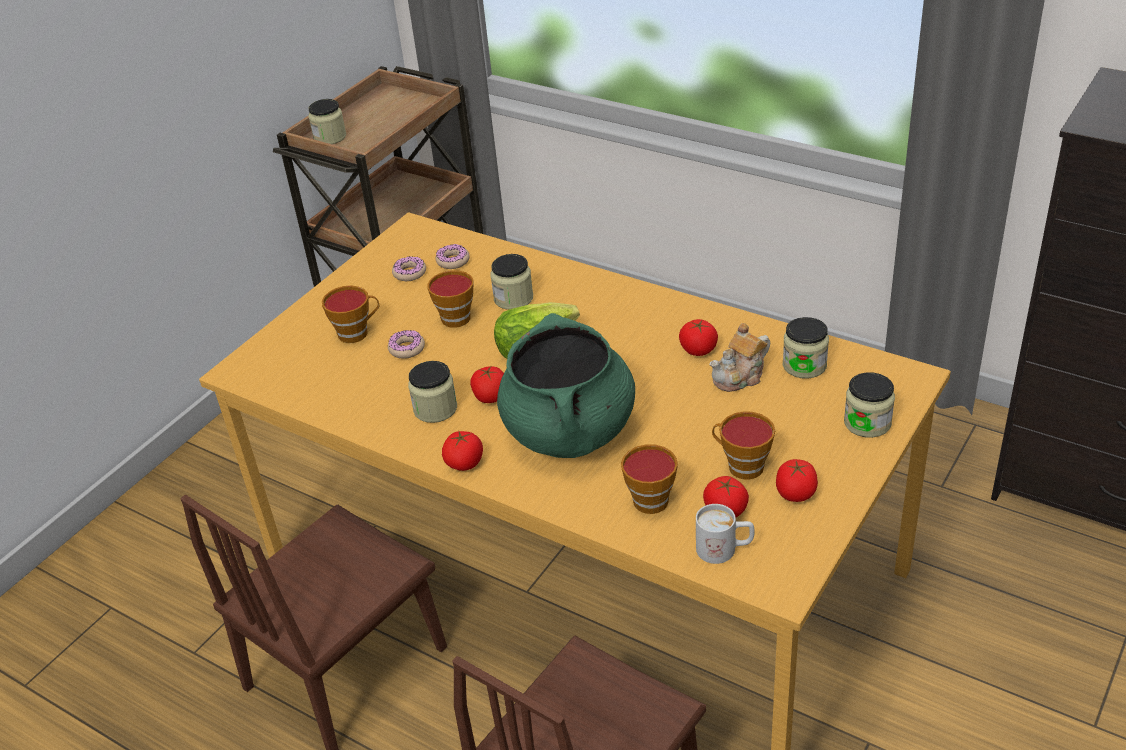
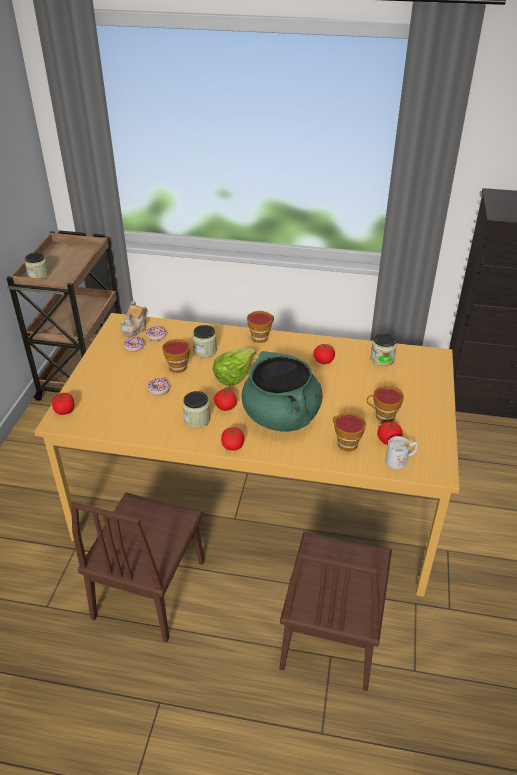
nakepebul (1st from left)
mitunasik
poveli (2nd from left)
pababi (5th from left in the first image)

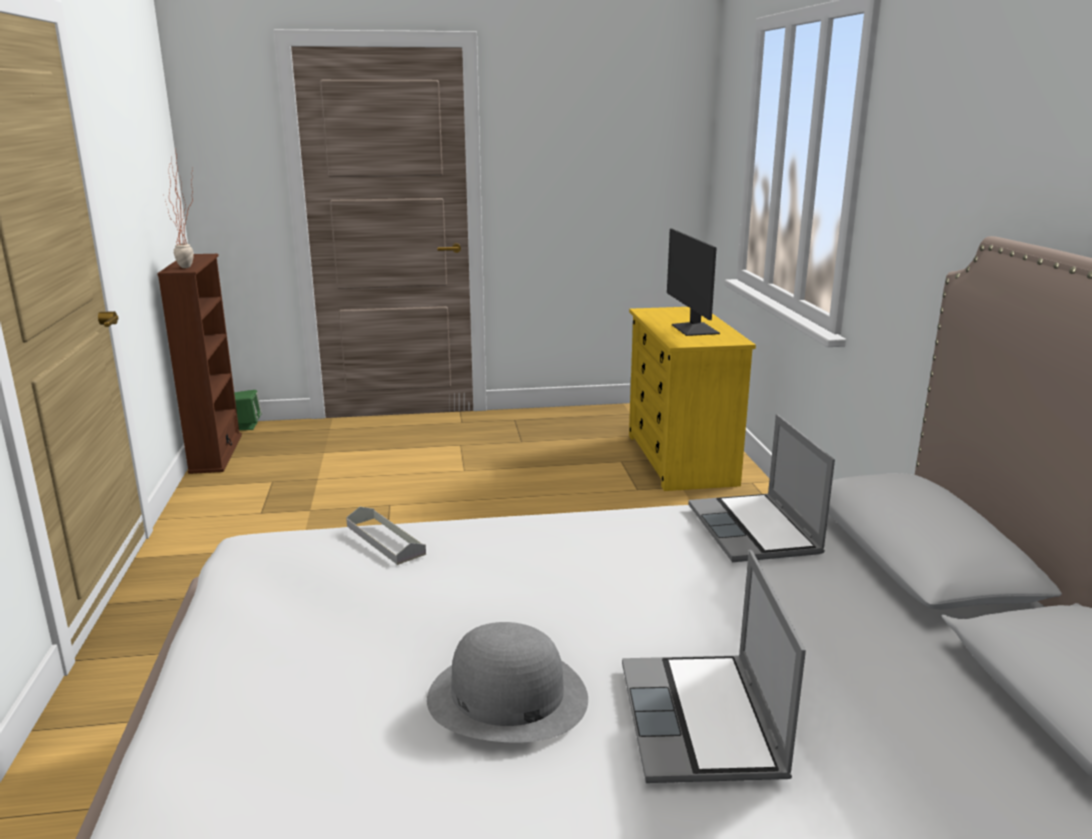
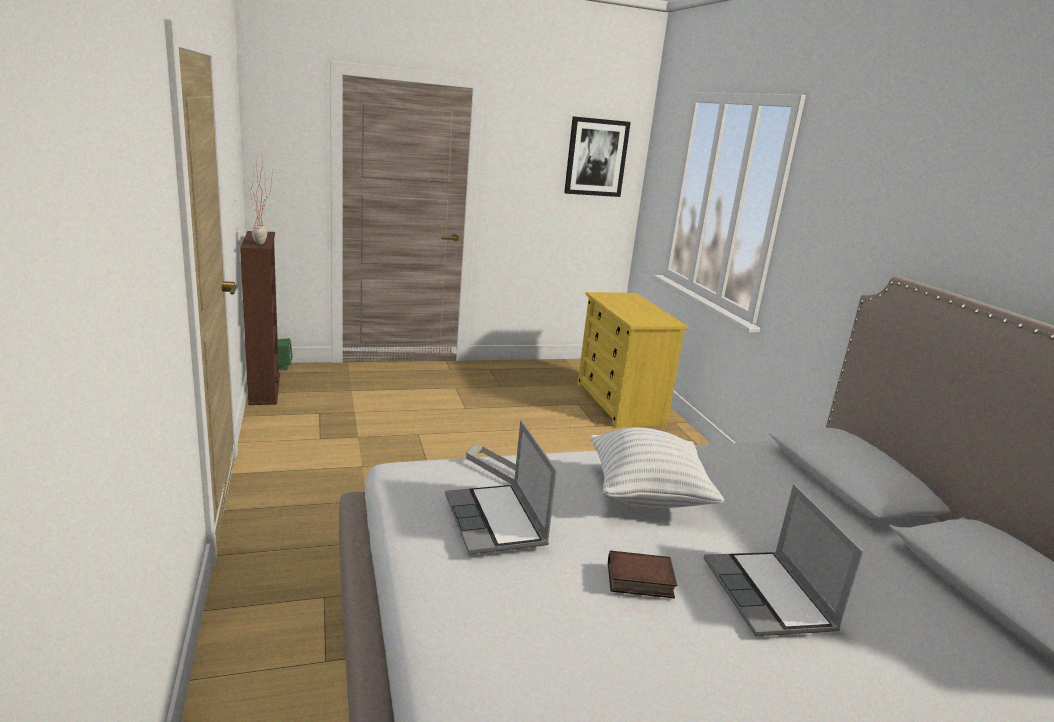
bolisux (1st from left)
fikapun
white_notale
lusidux
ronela

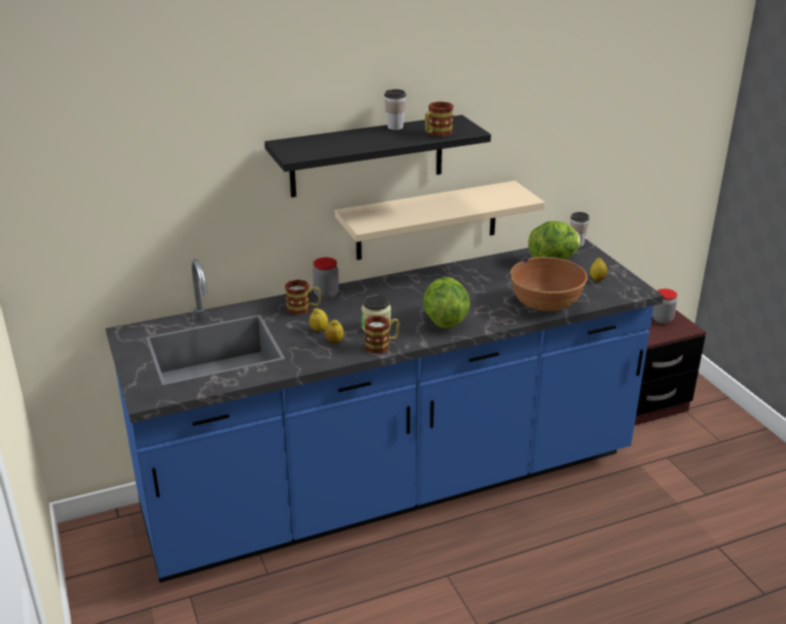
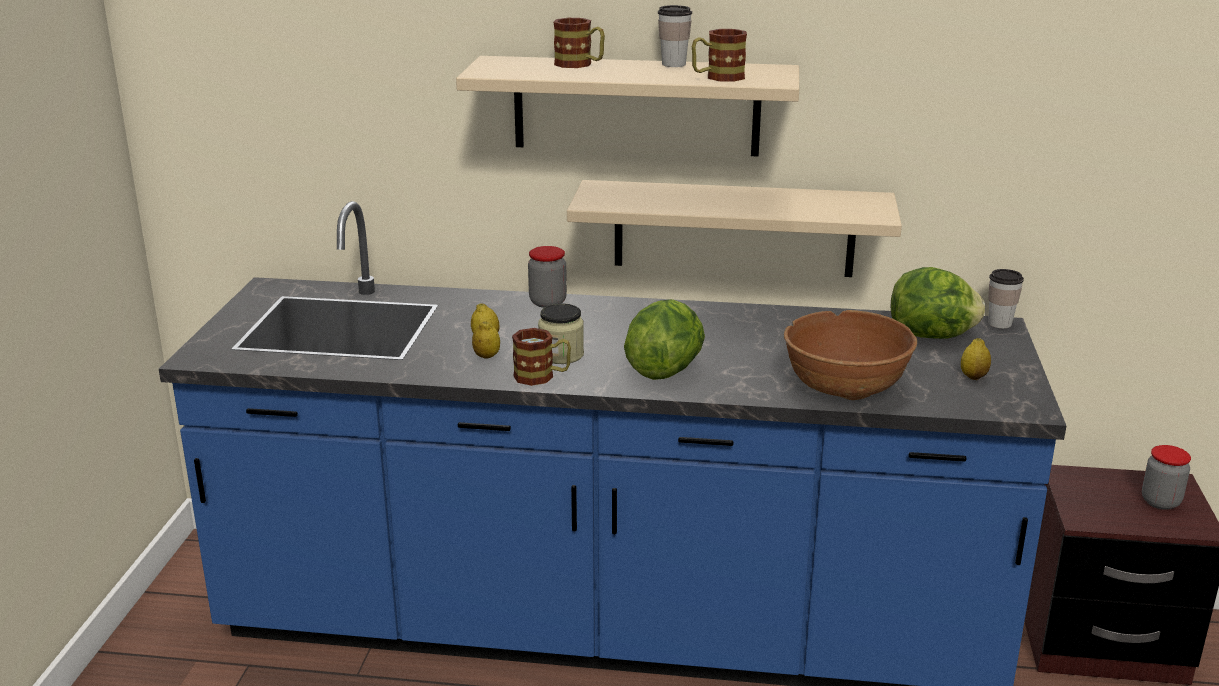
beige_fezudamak (1st from left)
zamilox (2nd from left)

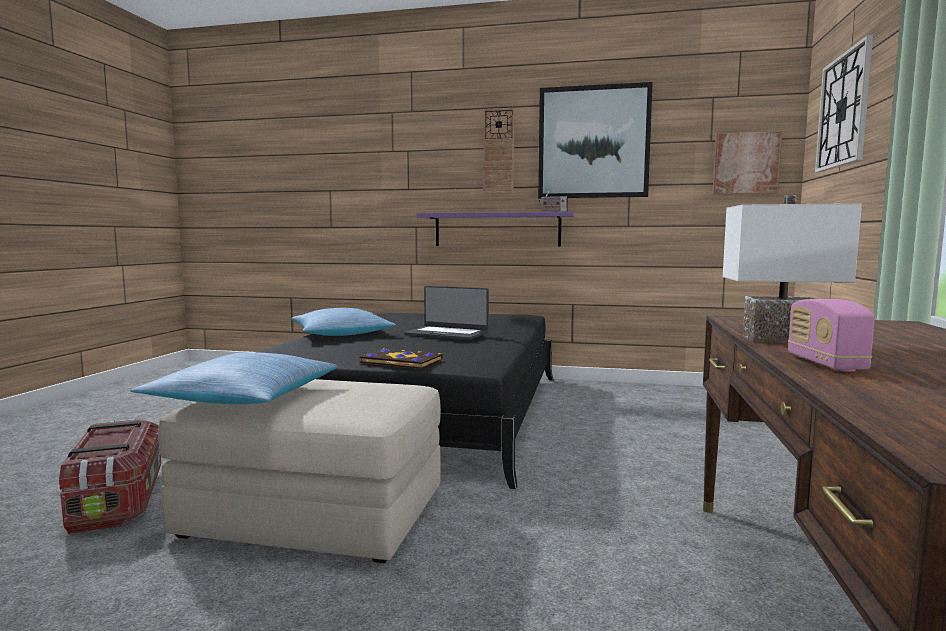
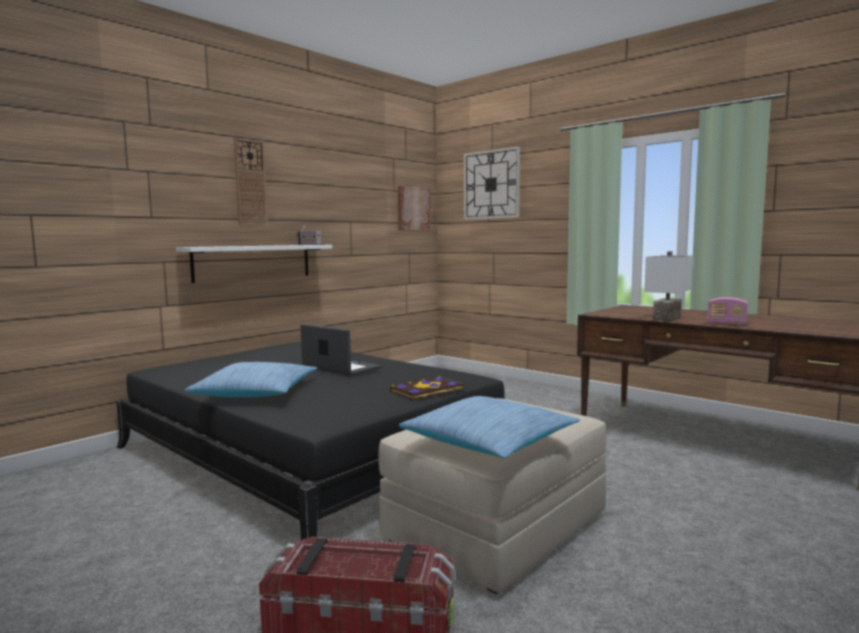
white_fezudamak
bolisux
fikapun (1st from left in the first image)

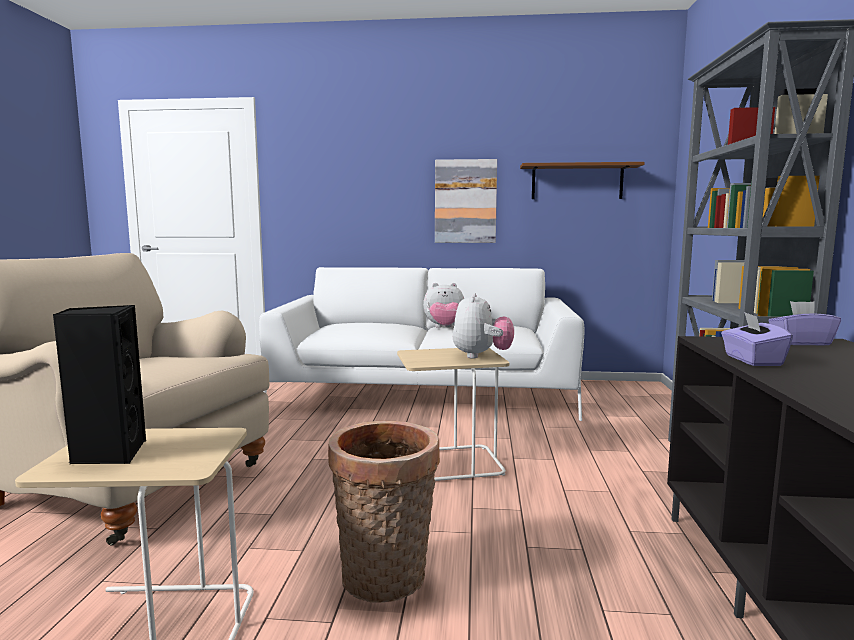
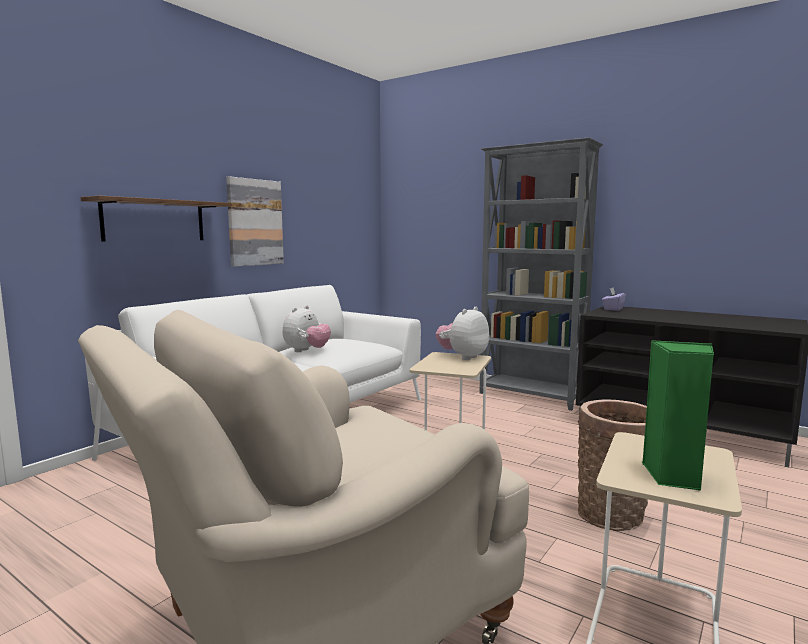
brown_fezudamak
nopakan (2nd from left)
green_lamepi
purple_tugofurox (1st from left in the first image)

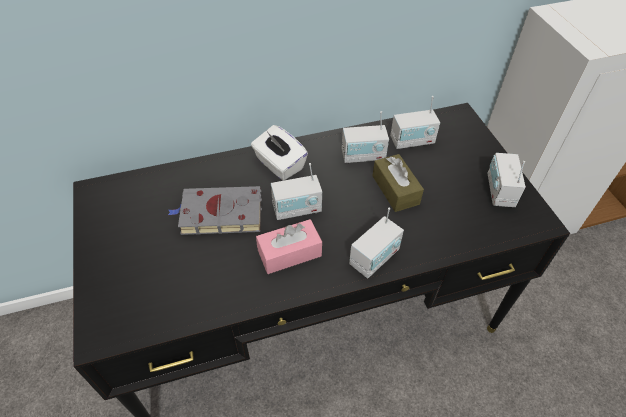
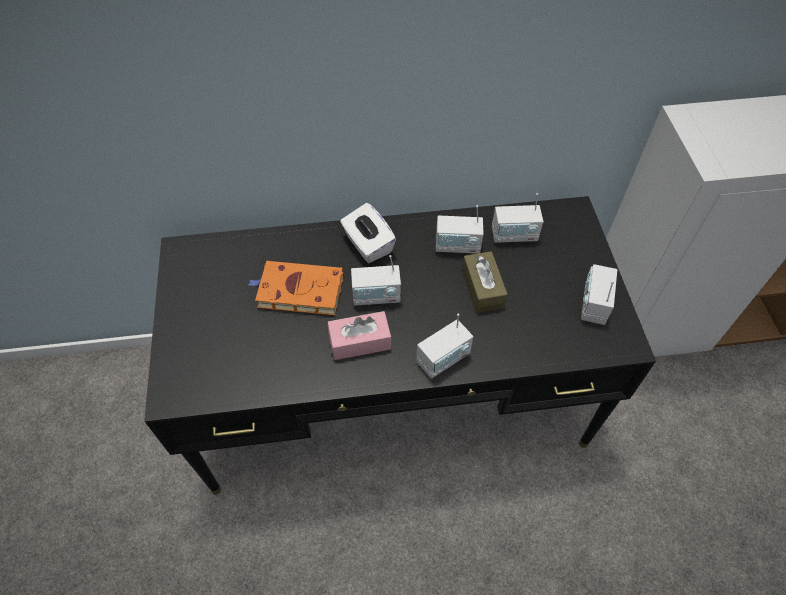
orange_lusidux

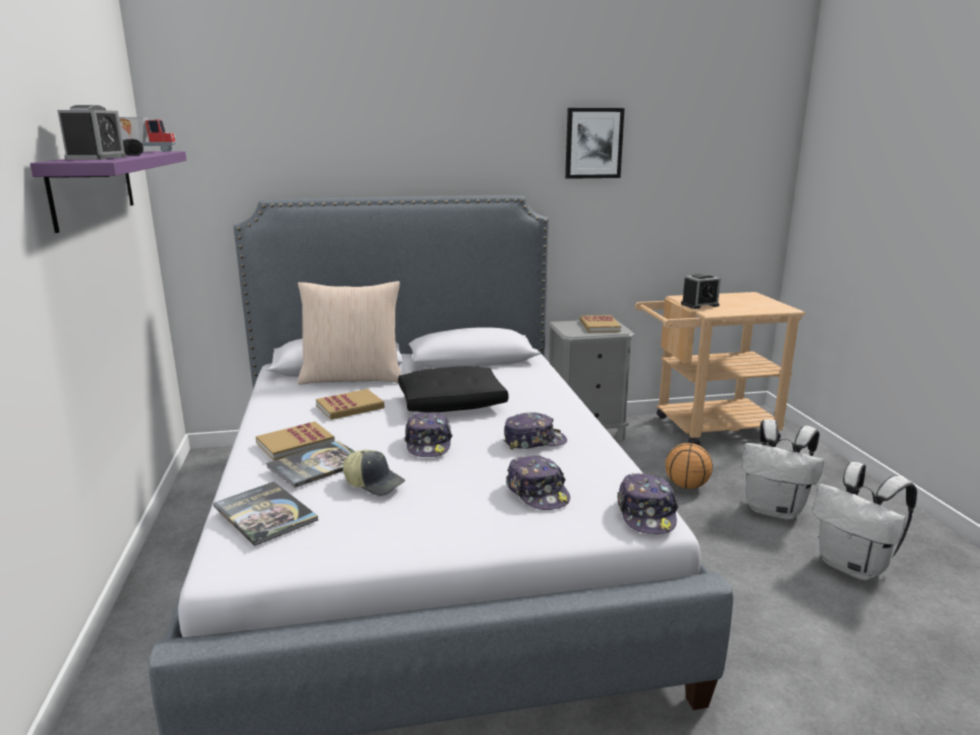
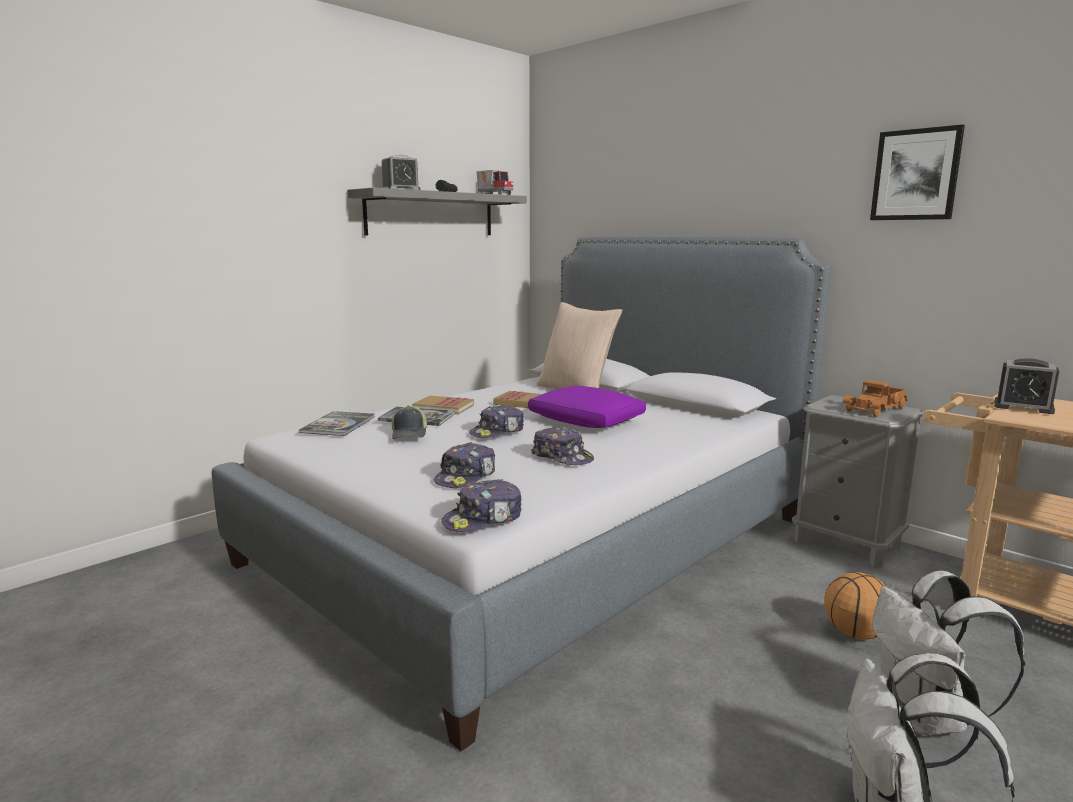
grey_fezudamak
purple_notale
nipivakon (2nd from left)

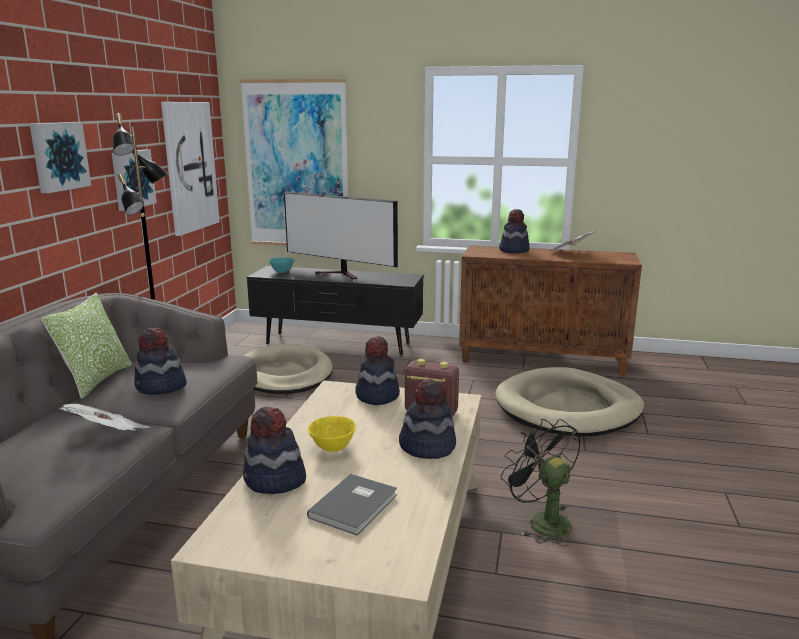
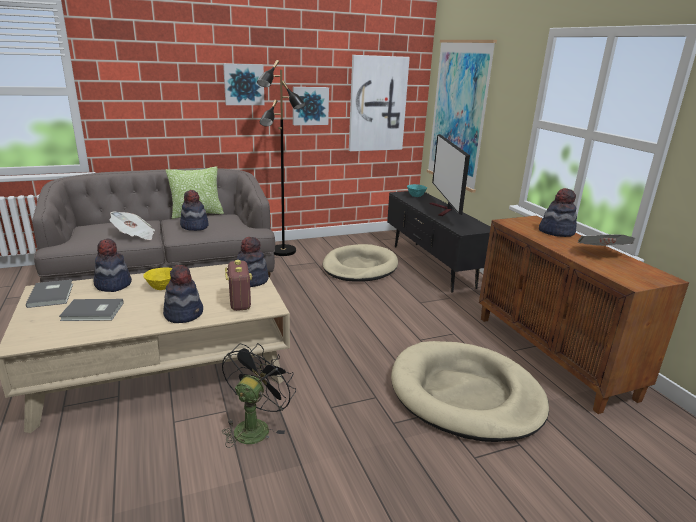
grey_lusidux (1st from left)

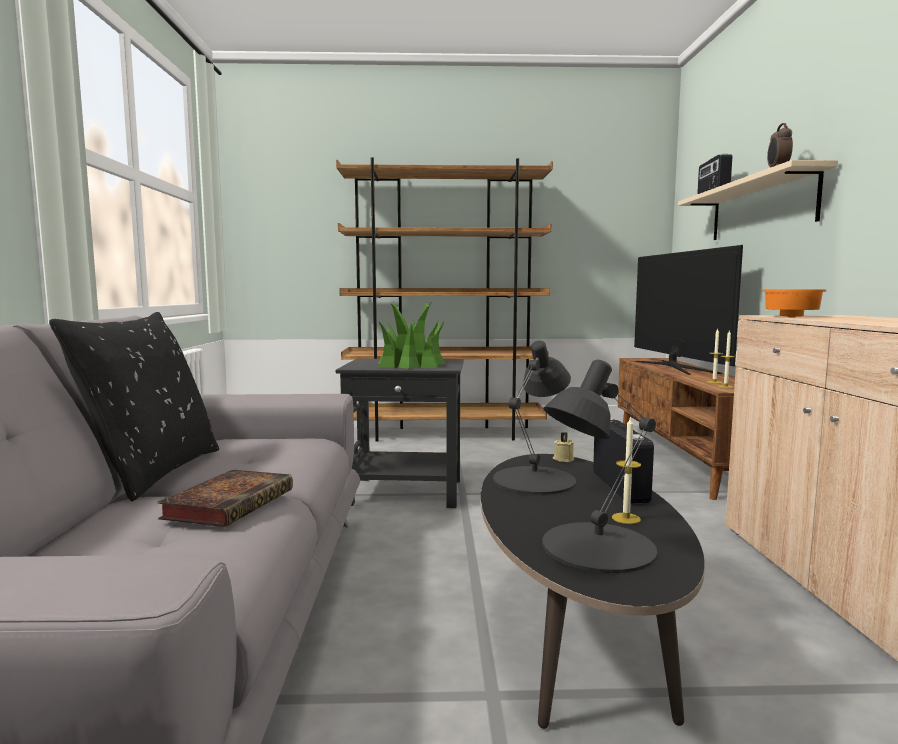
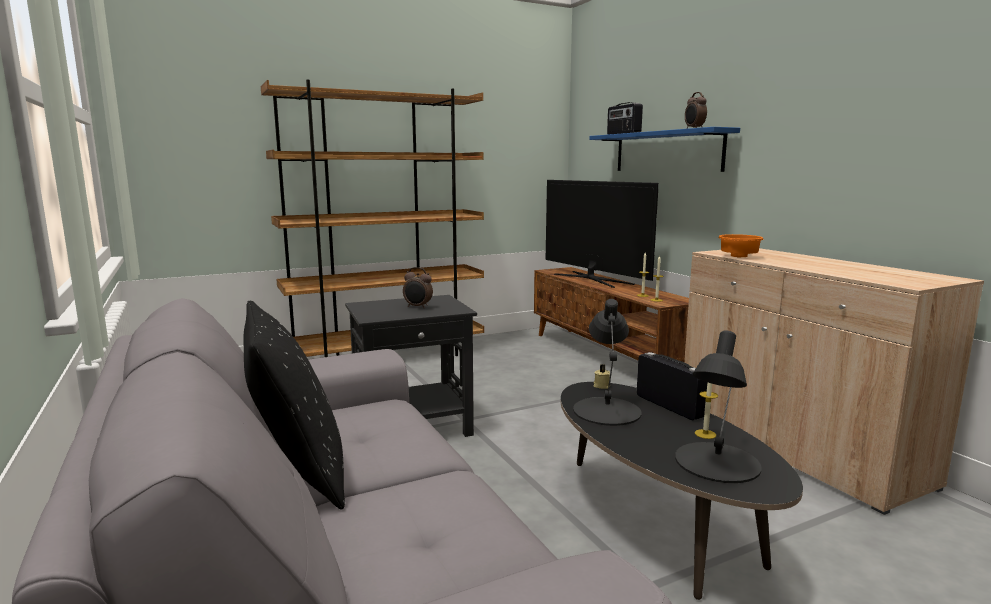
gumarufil (1st from left)
blue_fezudamak
lusidux

